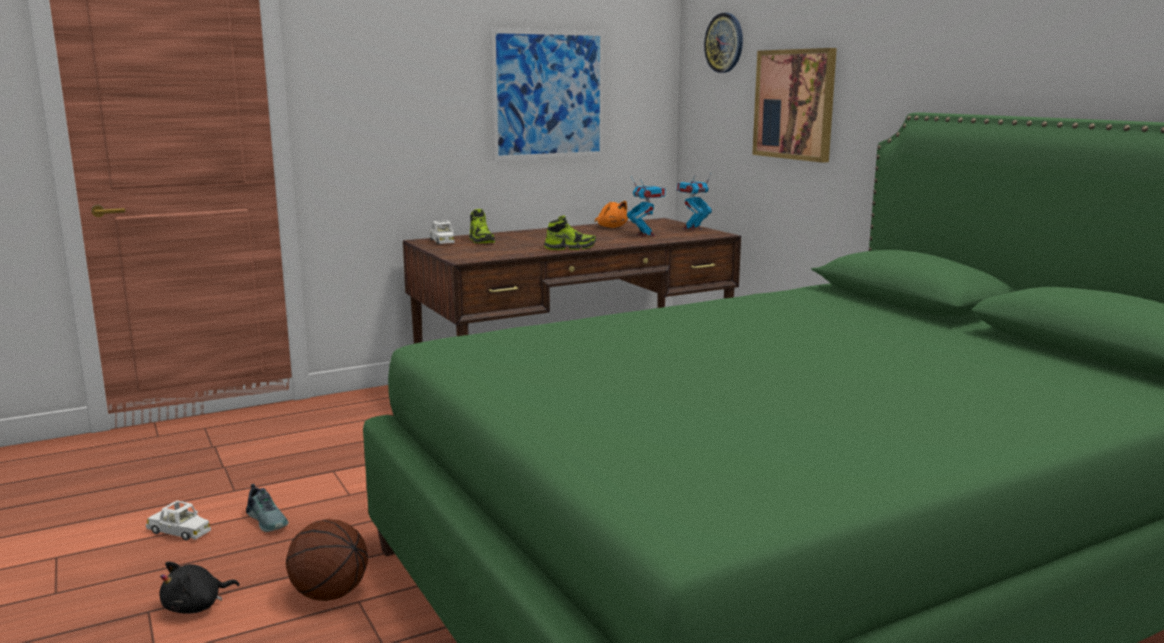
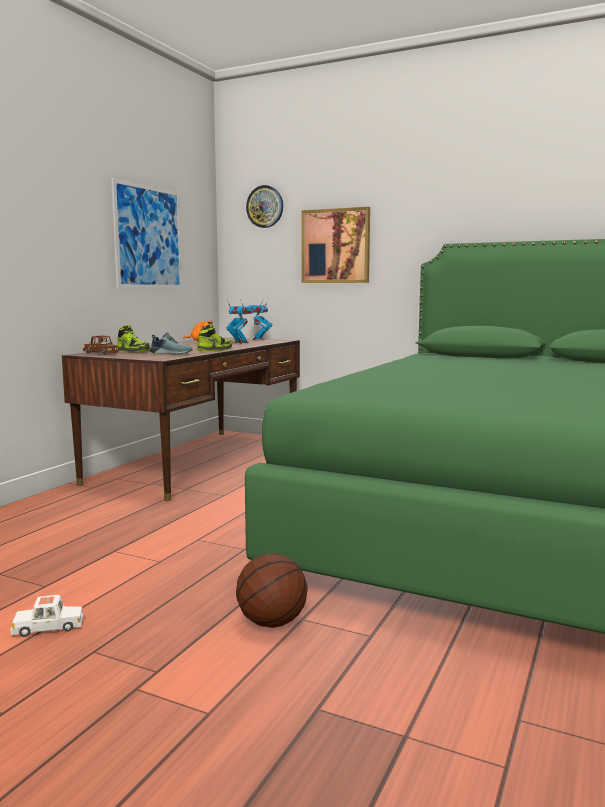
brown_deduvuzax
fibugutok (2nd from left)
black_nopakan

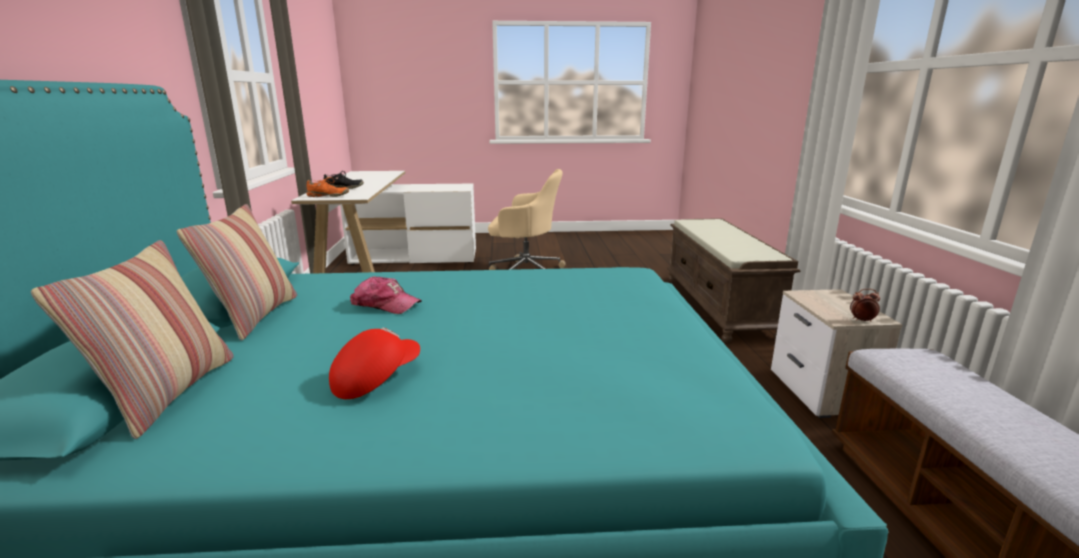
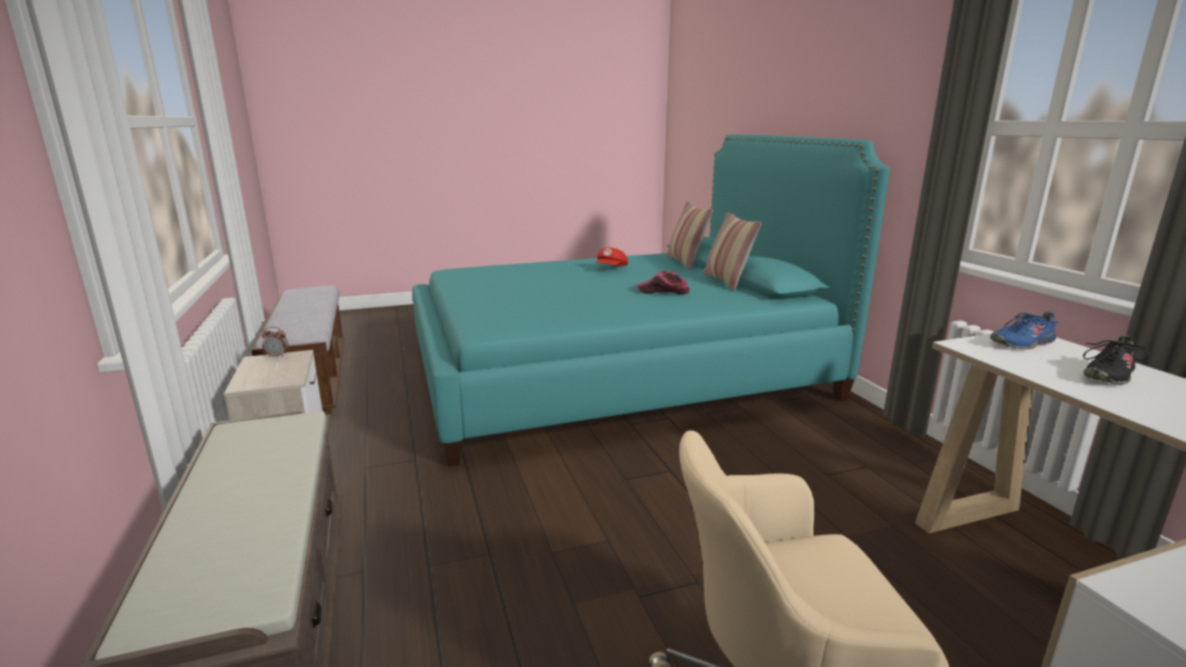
blue_fibugutok

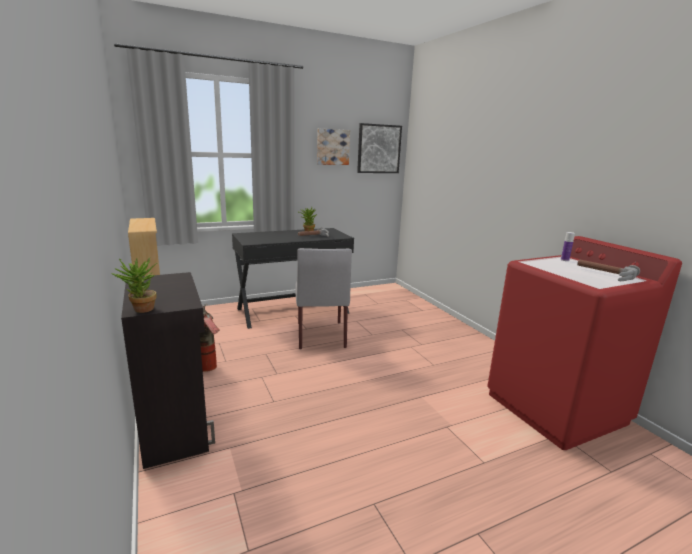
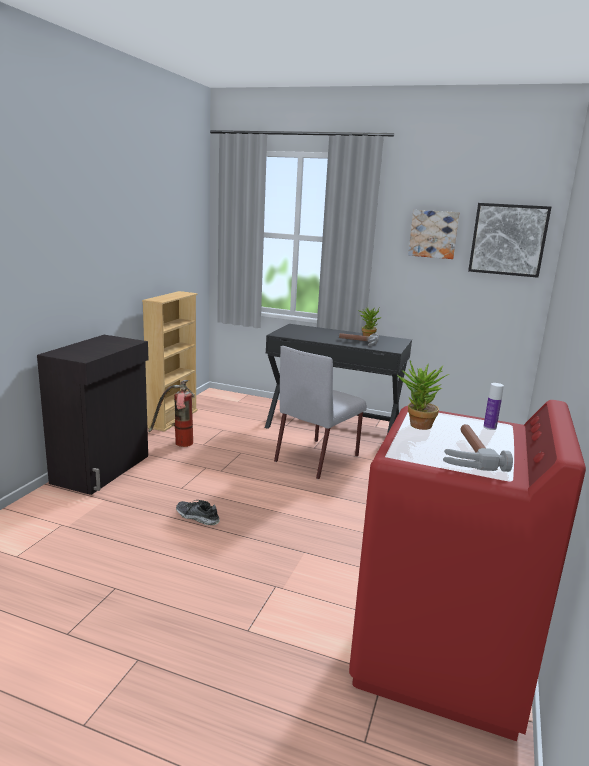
fibugutok
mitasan (2nd from left)

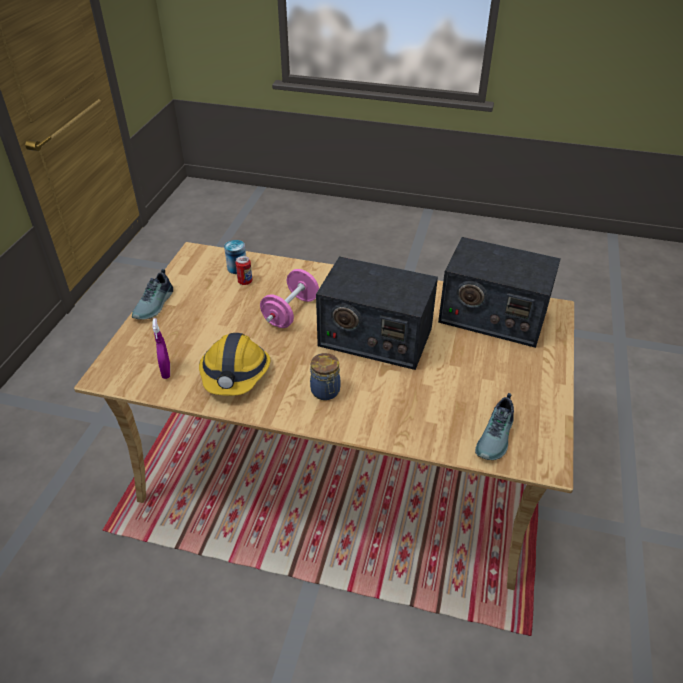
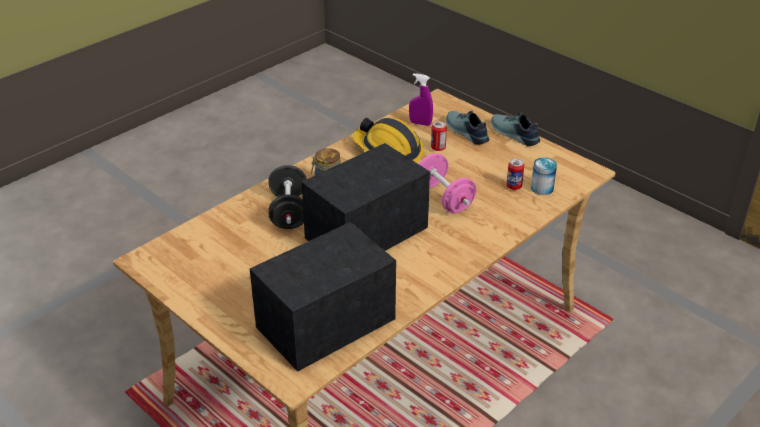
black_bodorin
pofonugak (1st from left)
fibugutok (1st from left)

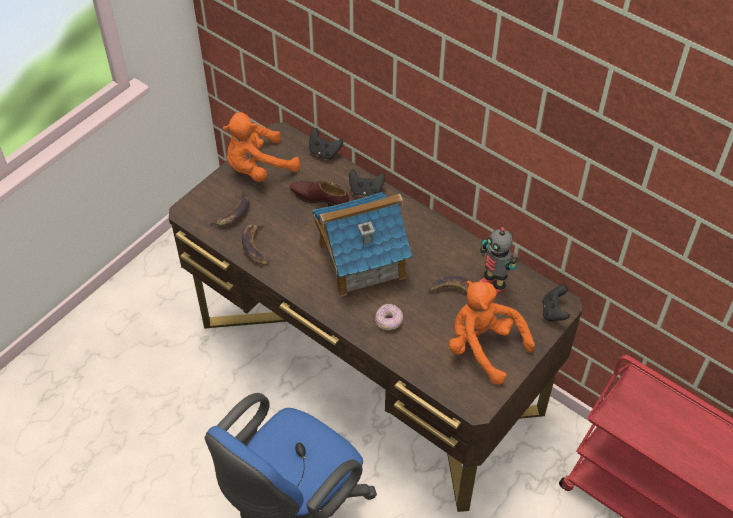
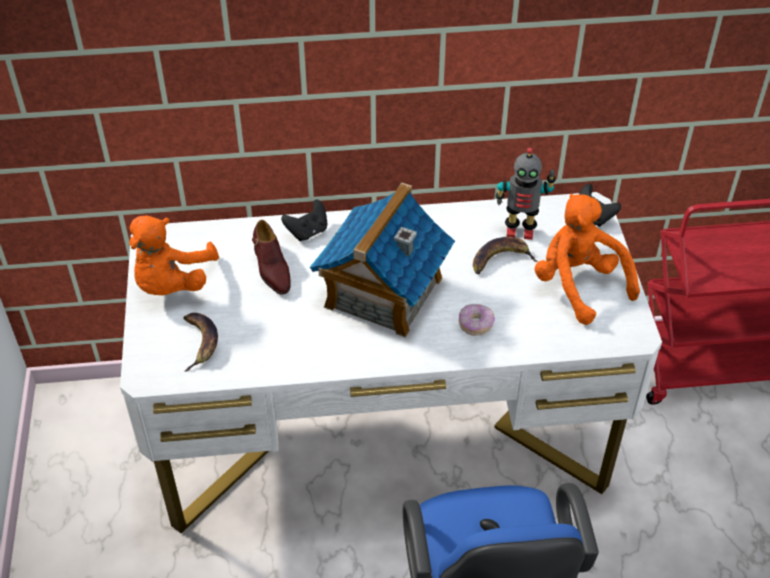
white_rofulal
brown_fibugutok
orange_nopakan (2nd from left)
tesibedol (2nd from left in the first image)
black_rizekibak (1st from left in the first image)

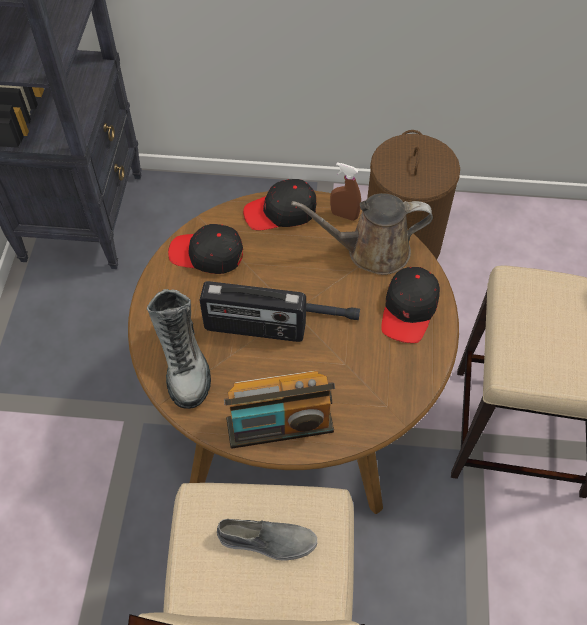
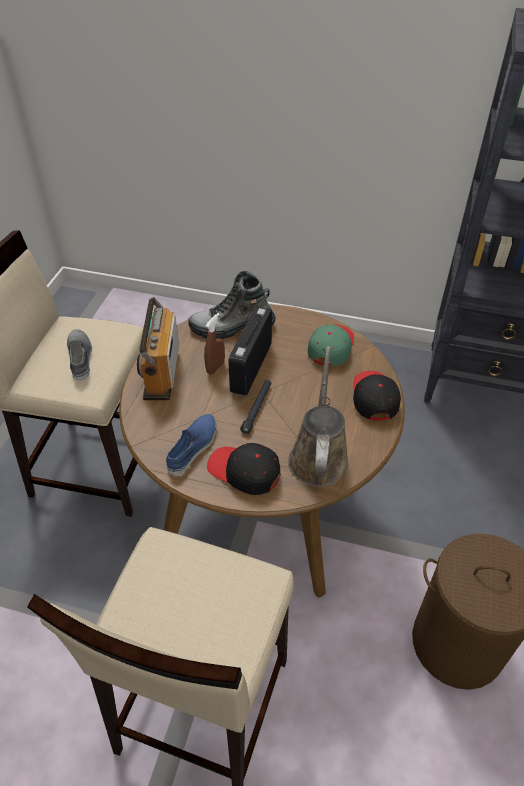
grey_fibugutok
blue_fibugutok
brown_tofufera
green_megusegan

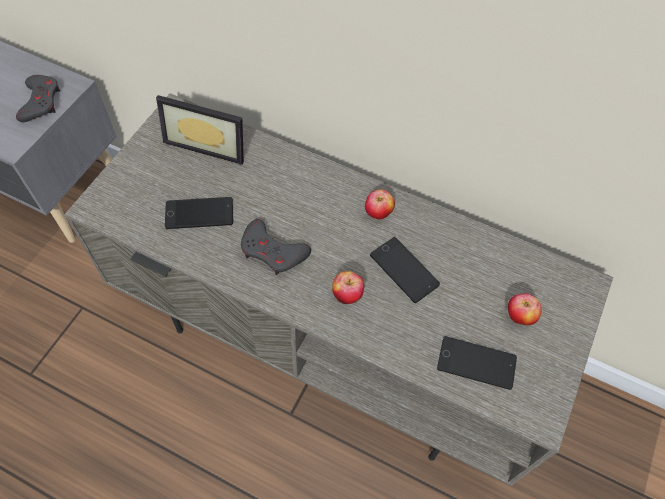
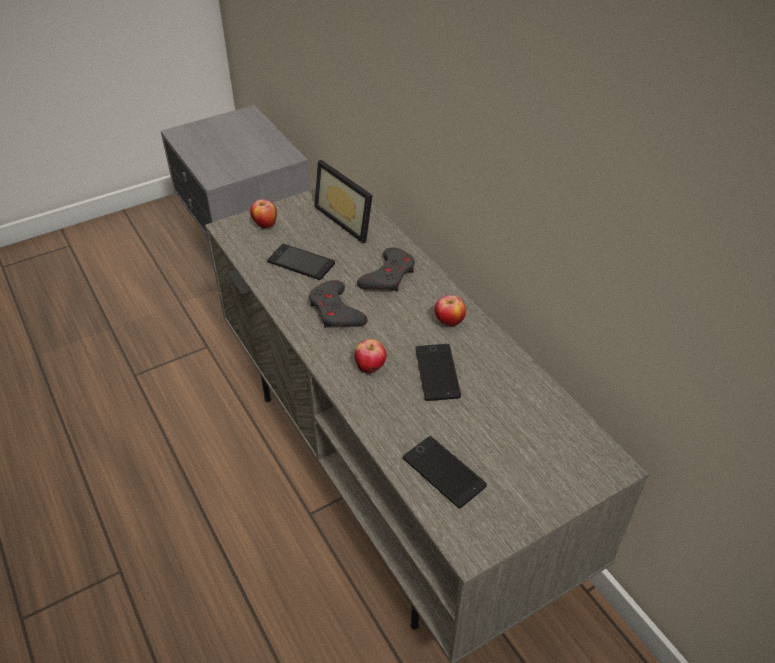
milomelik (1st from left)
grey_rizekibak (2nd from left)

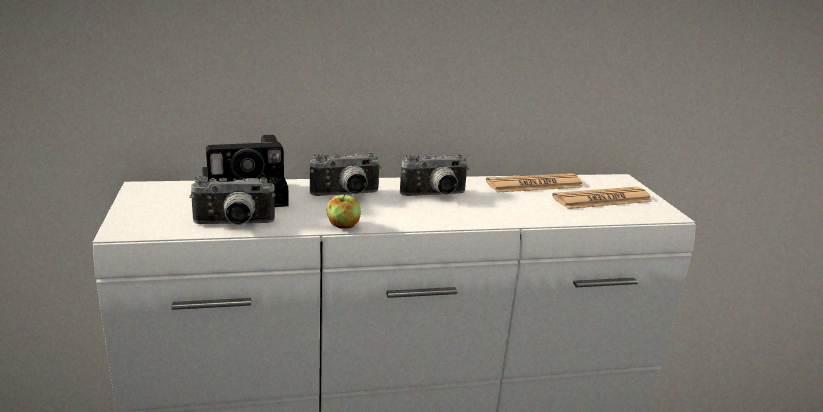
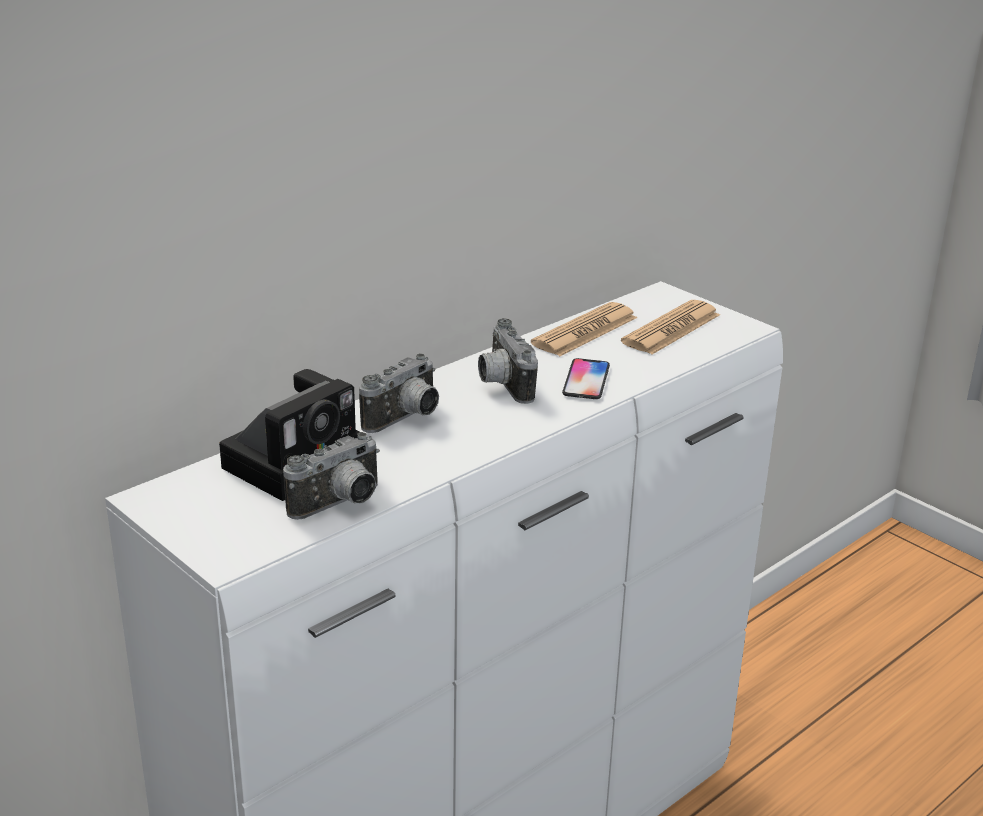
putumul (4th from left)
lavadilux
milomelik

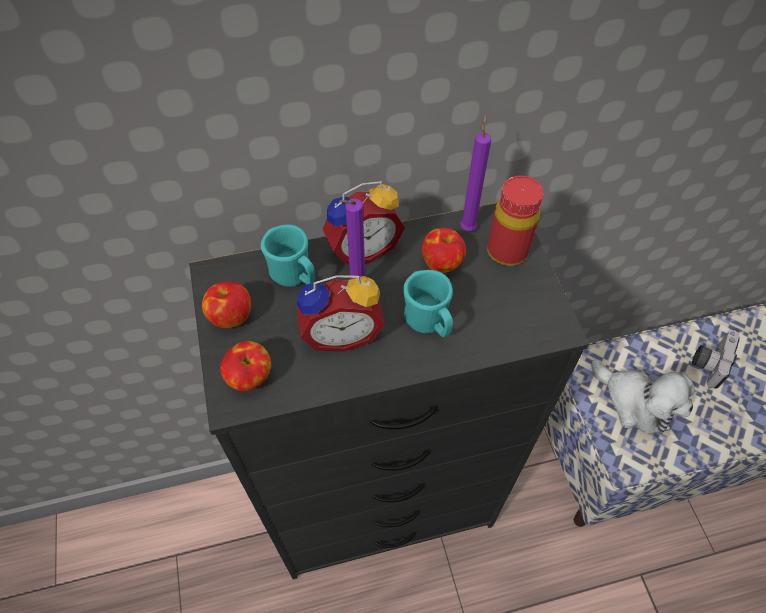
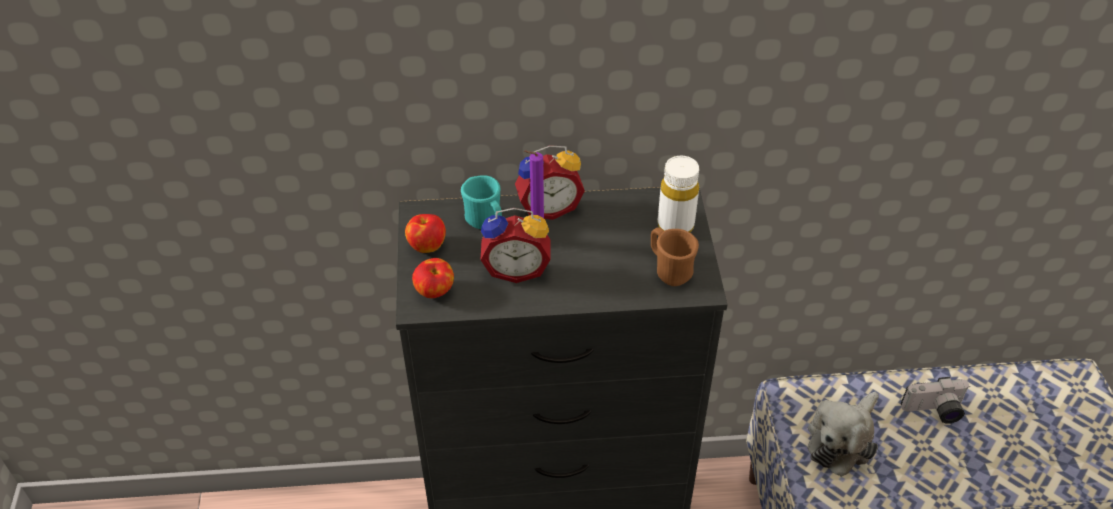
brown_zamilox
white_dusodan
nopakan
putumul
turquoise_zamilox (2nd from left in the first image)
milomelik (3rd from left in the first image)
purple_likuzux (2nd from left in the first image)

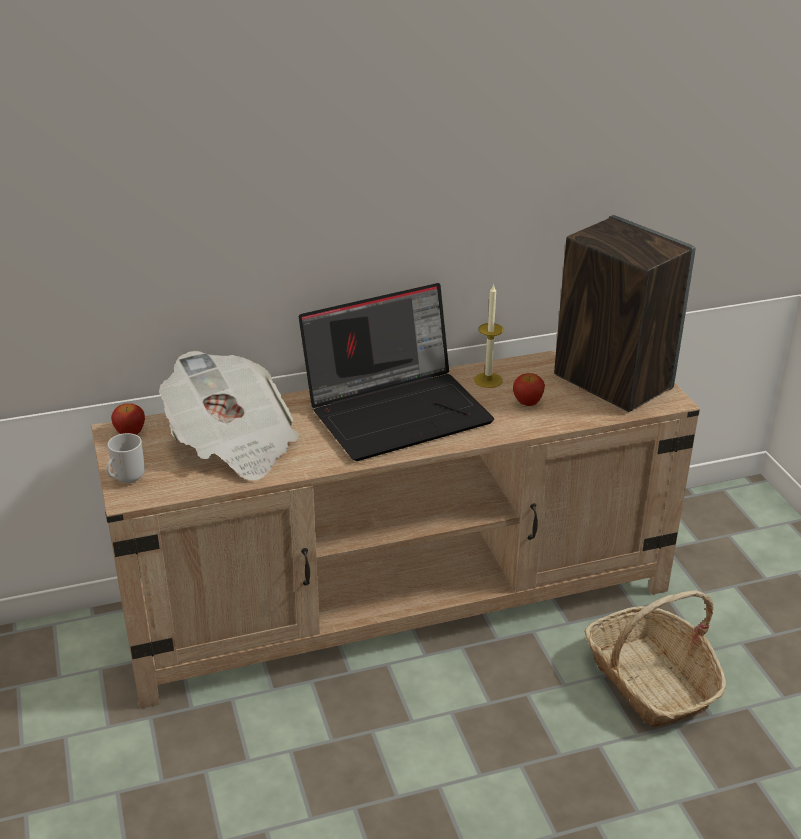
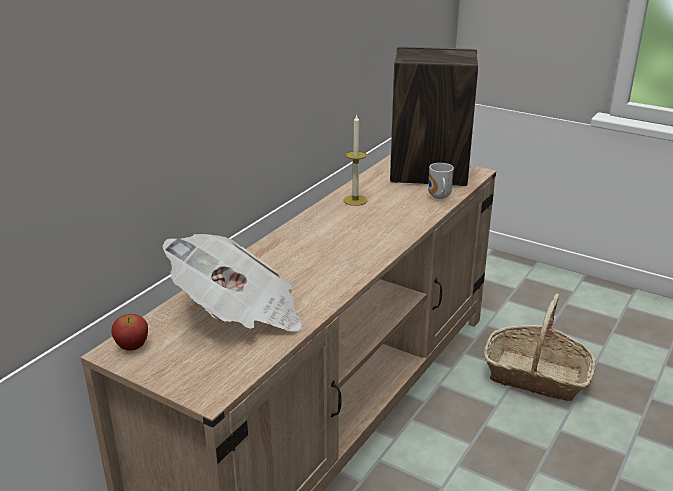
zamilox
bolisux
milomelik (2nd from left in the first image)

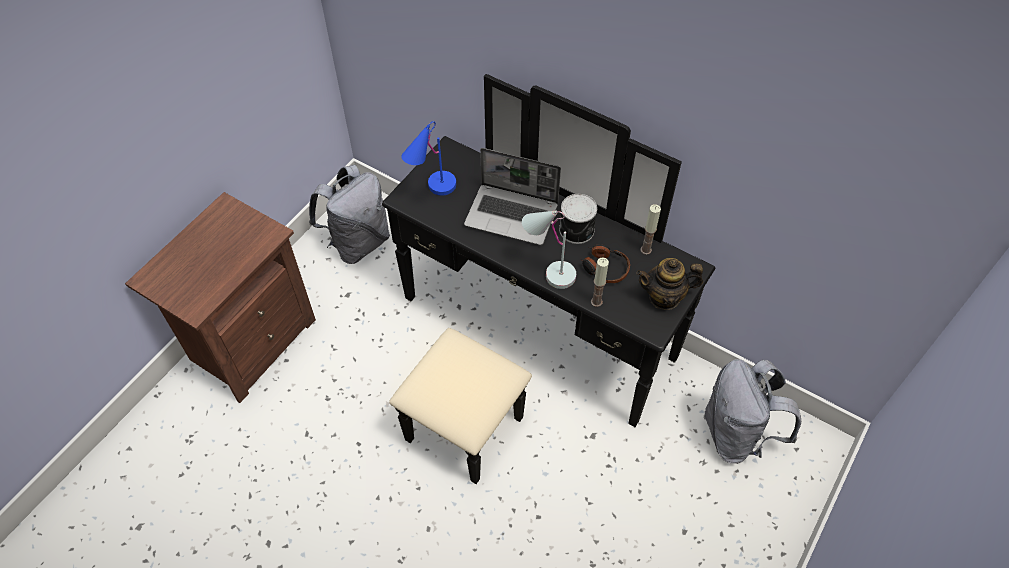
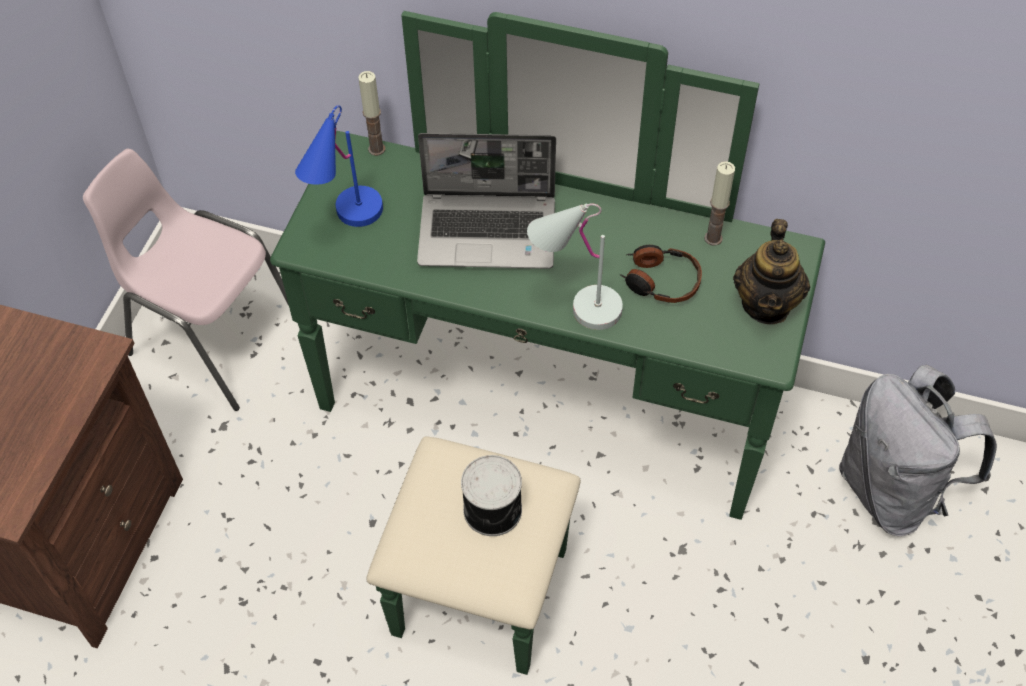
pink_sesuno
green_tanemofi
likuzux (1st from left)
pofonugak
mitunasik

